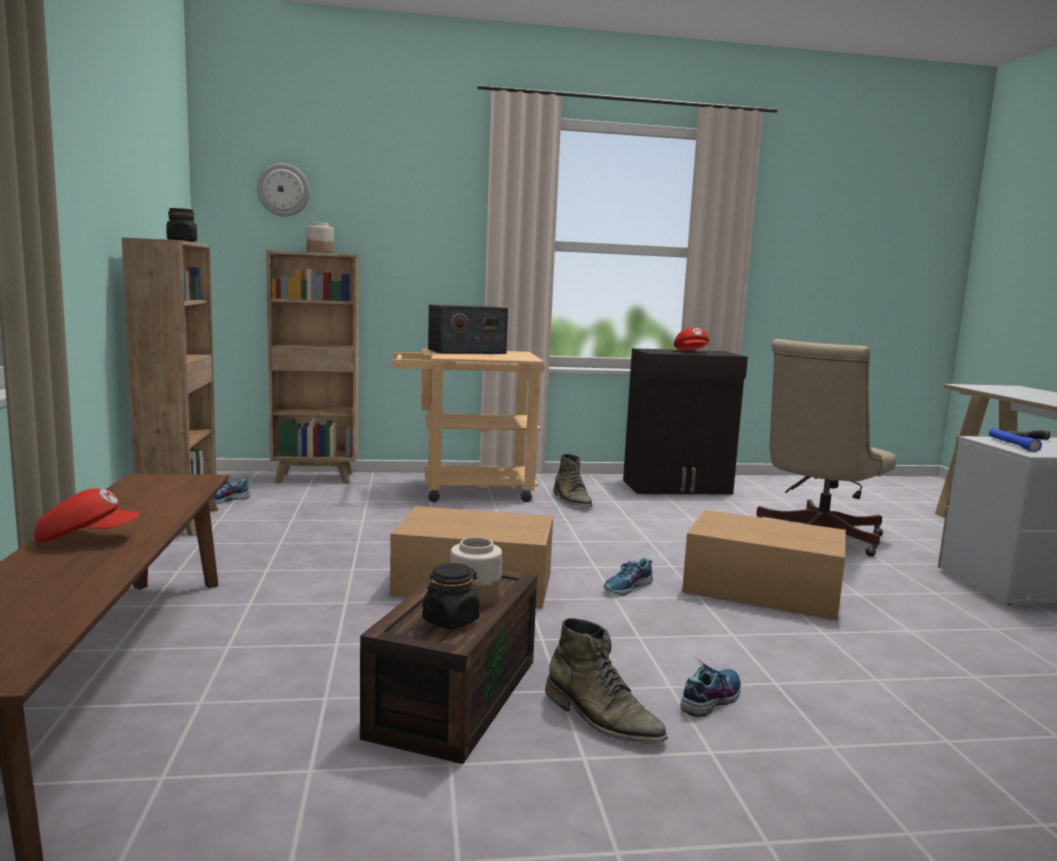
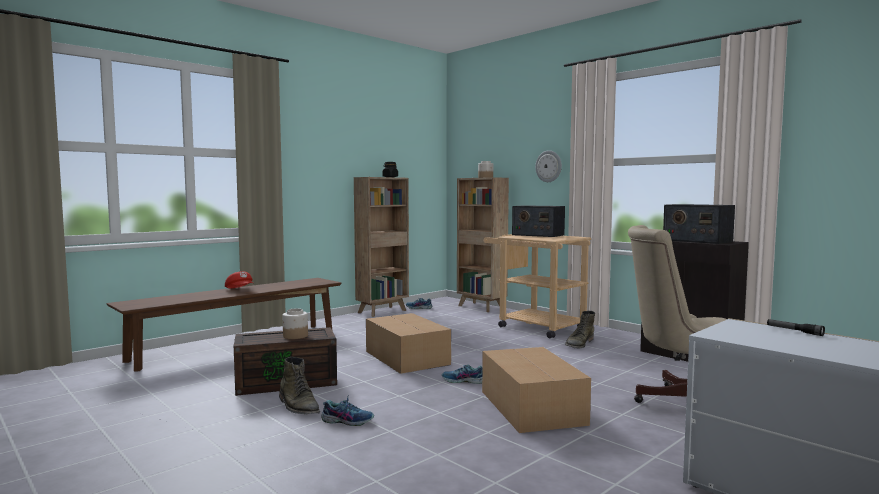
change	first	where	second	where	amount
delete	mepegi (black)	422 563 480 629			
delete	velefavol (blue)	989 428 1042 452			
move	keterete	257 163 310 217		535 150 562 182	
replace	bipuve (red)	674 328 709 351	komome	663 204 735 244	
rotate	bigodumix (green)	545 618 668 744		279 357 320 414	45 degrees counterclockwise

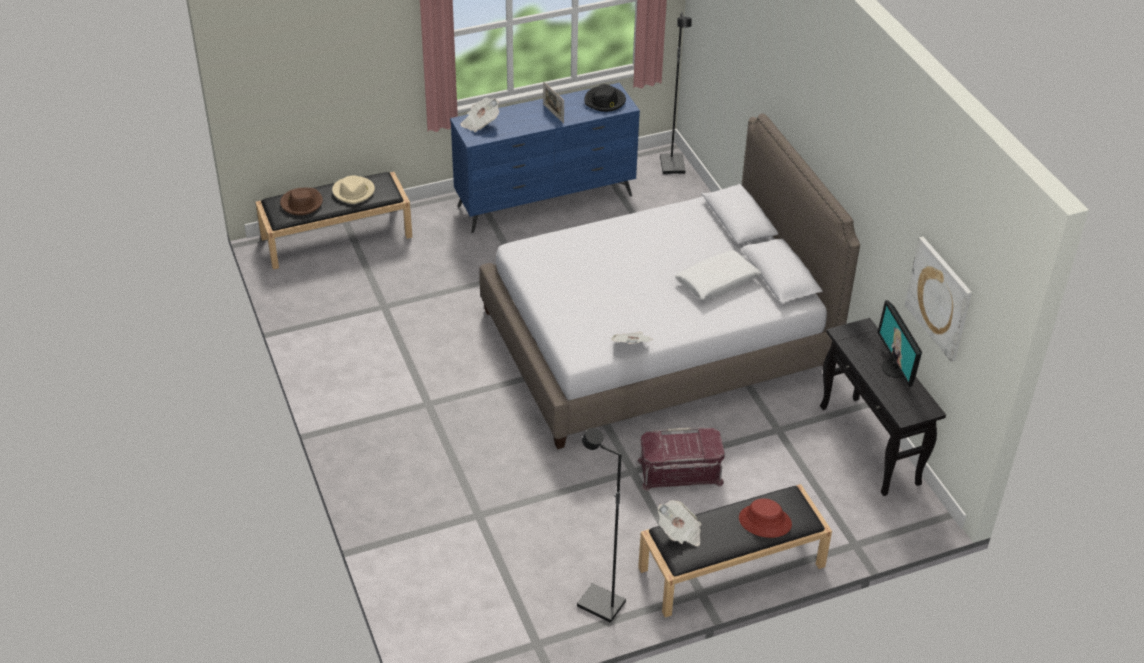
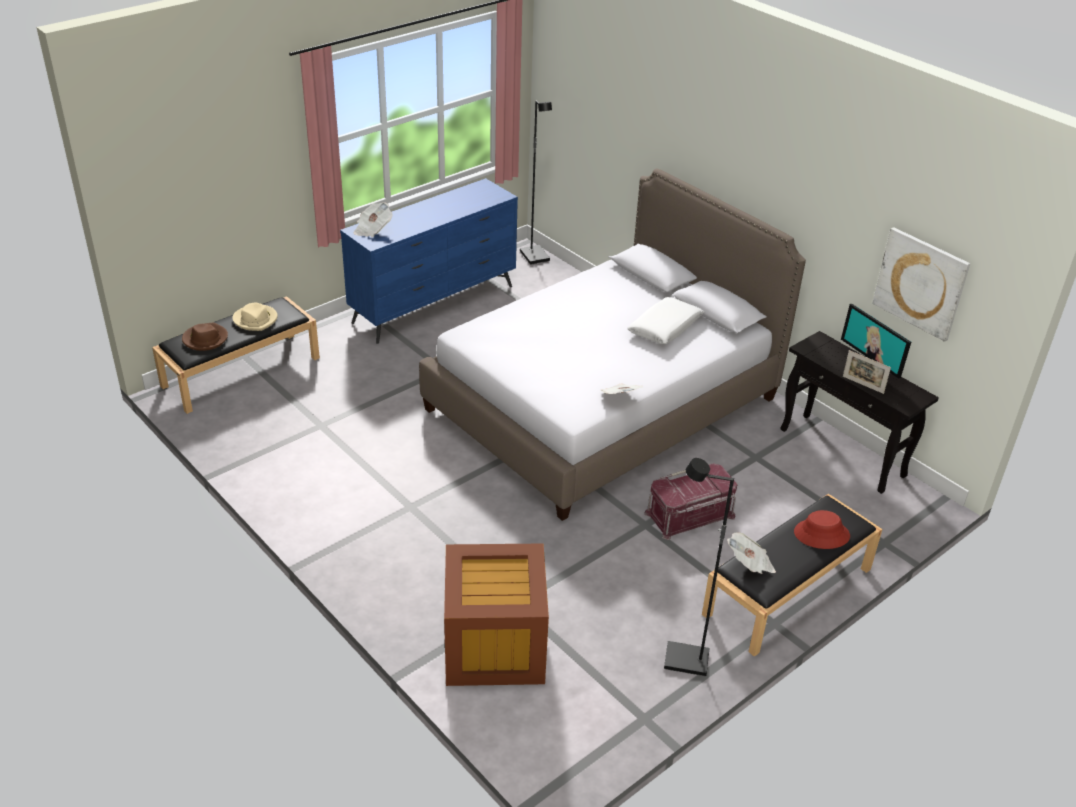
change	first	where	second	where	amount
delete	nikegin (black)	584 84 626 112			
insert			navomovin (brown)	444 543 549 686	
move	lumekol	543 82 564 124		843 350 891 394	

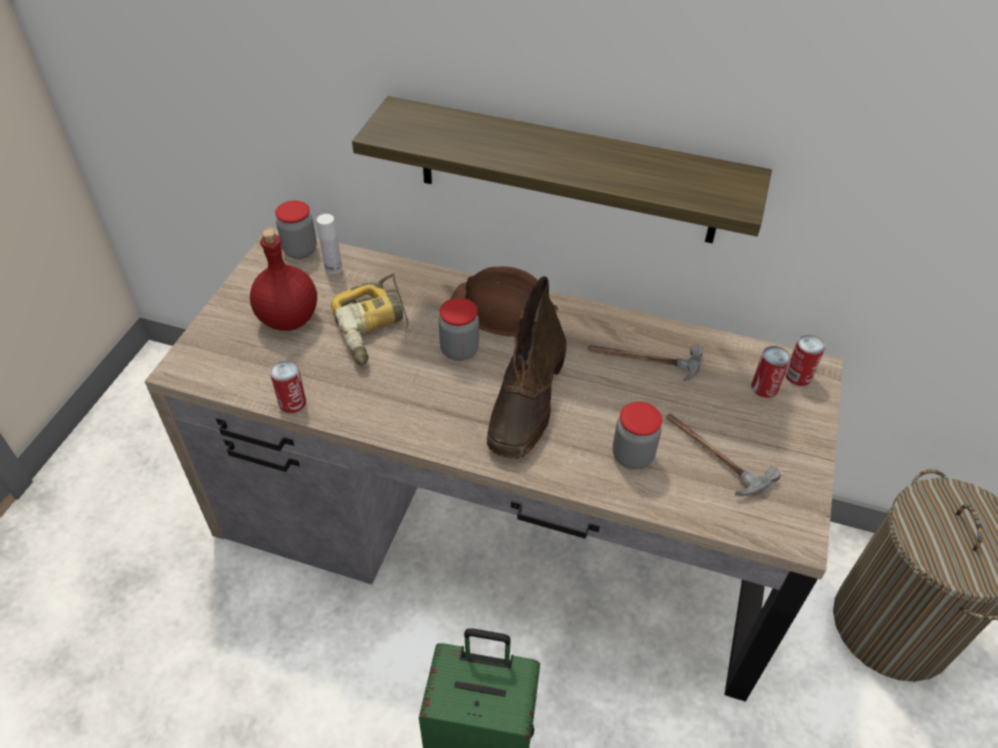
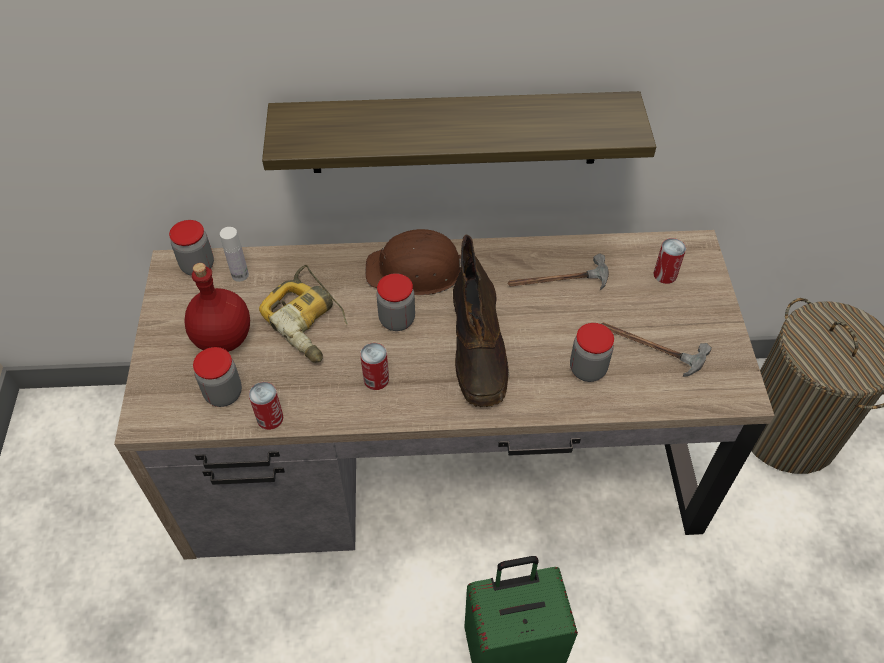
change	first	where	second	where	amount
insert			mepegi	193 347 242 407	
move	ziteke	785 335 825 386		360 343 389 390	

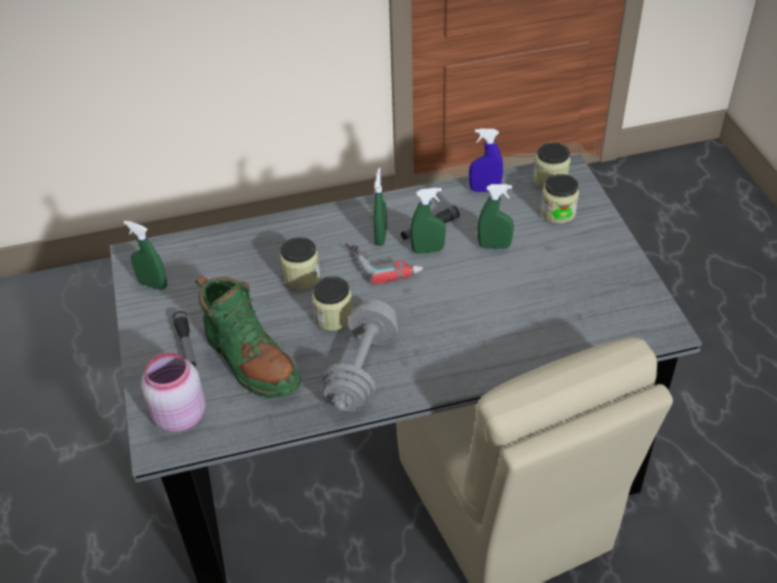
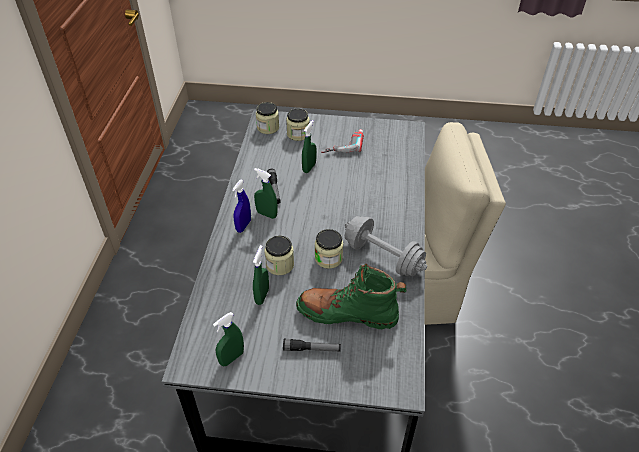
change	first	where	second	where	amount
delete	mepegi (pink)	141 353 206 432			
move	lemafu	346 243 423 285		321 129 364 153	
move	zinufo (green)	410 188 446 254		253 245 269 305	
move	zinufo (blue)	469 129 503 192		232 180 251 233	
rotate	bigodumix (green)	195 275 301 398		296 264 407 329	150 degrees counterclockwise

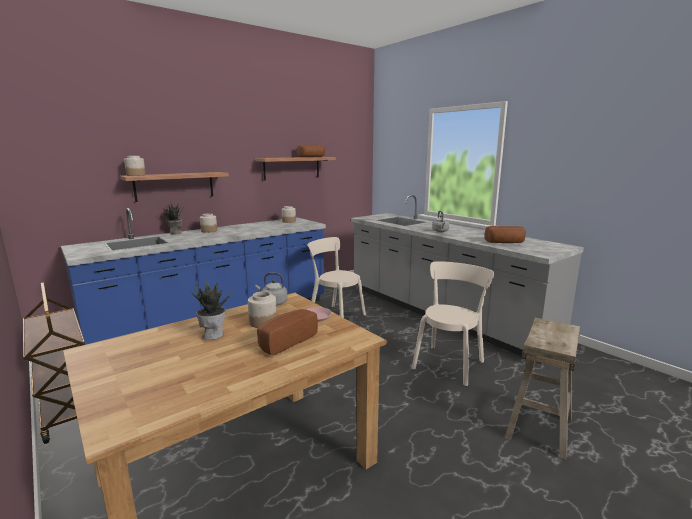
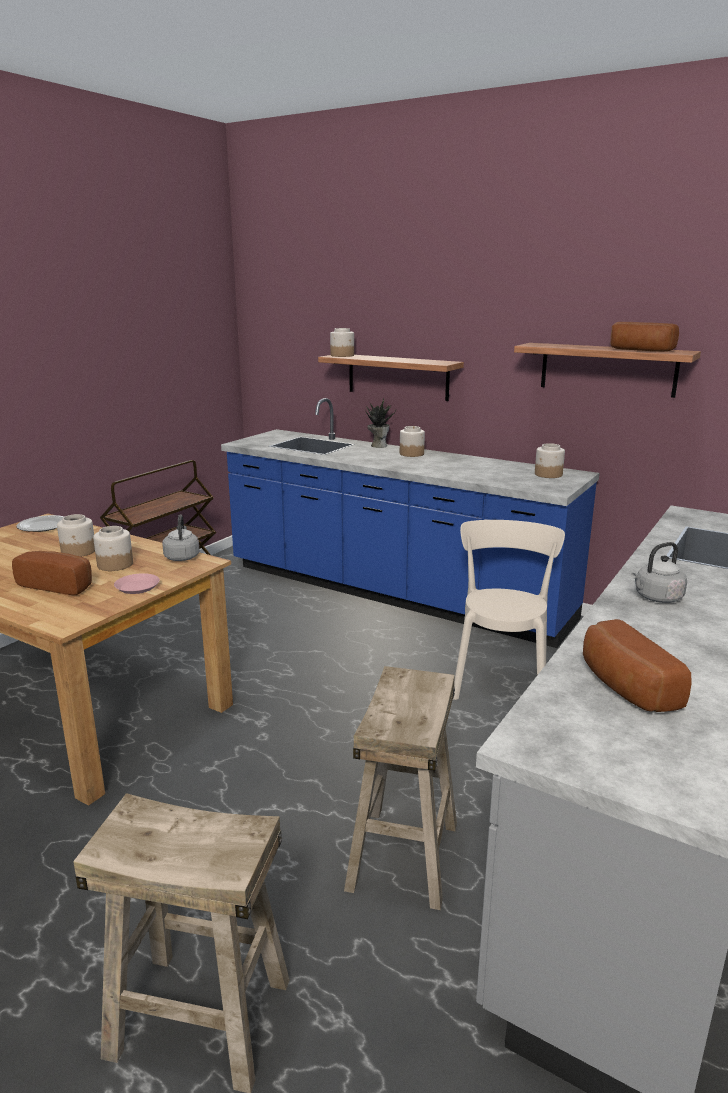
change	first	where	second	where	amount
insert			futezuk	16 515 64 532	
replace	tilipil	191 281 235 340	mepegi	57 514 95 557	
replace	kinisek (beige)	412 261 494 386	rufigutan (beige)	344 666 457 910	

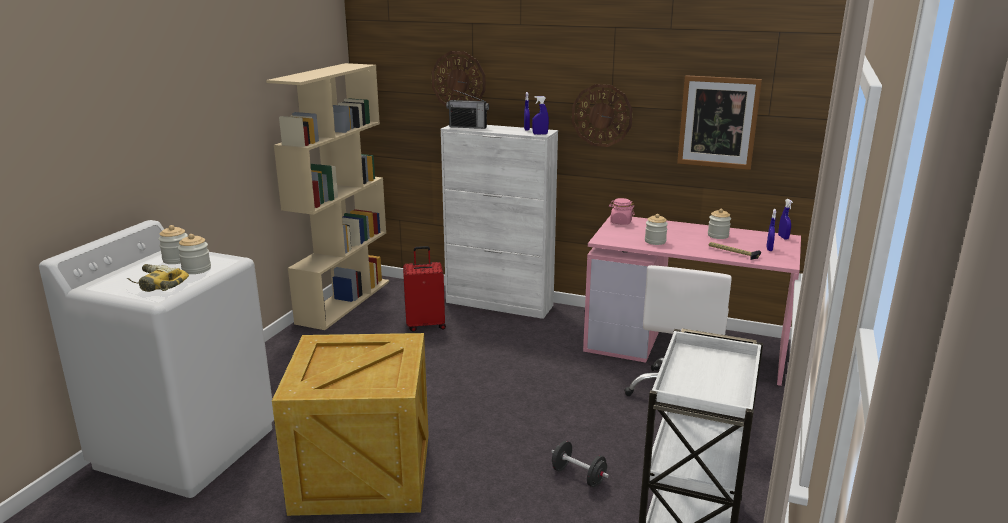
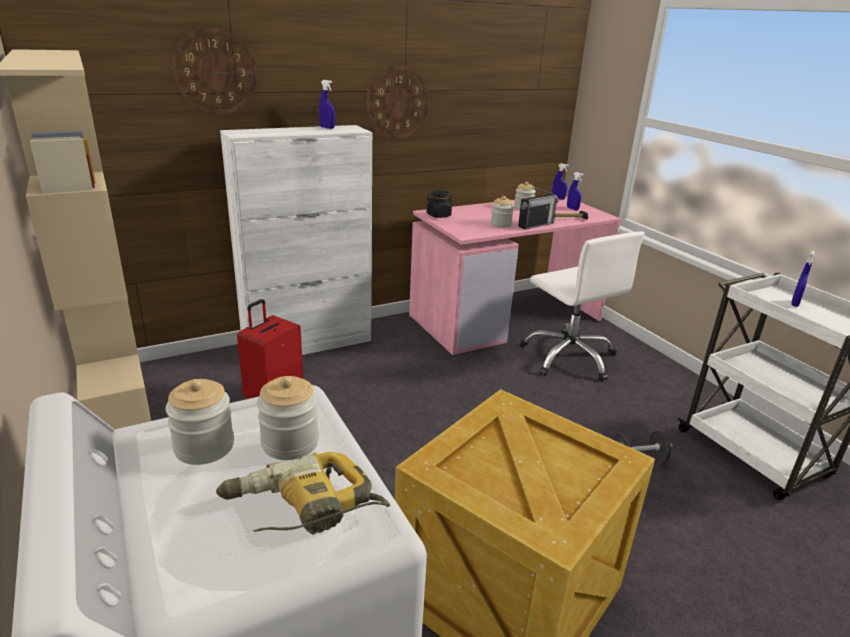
change	first	where	second	where	amount
delete	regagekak	677 75 762 170			
move	komome	446 89 489 129		518 187 559 230	
move	zinufo (blue)	532 96 549 135		791 251 815 307	
recolor	mepegi (pink)	609 198 634 225	mepegi (black)	427 190 452 218	

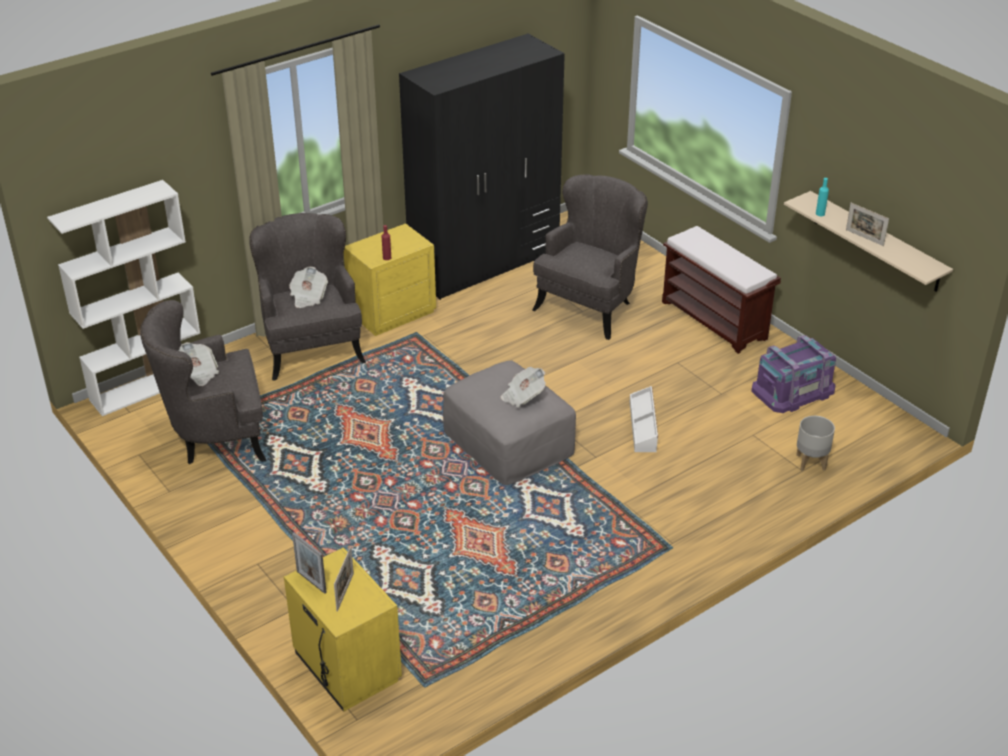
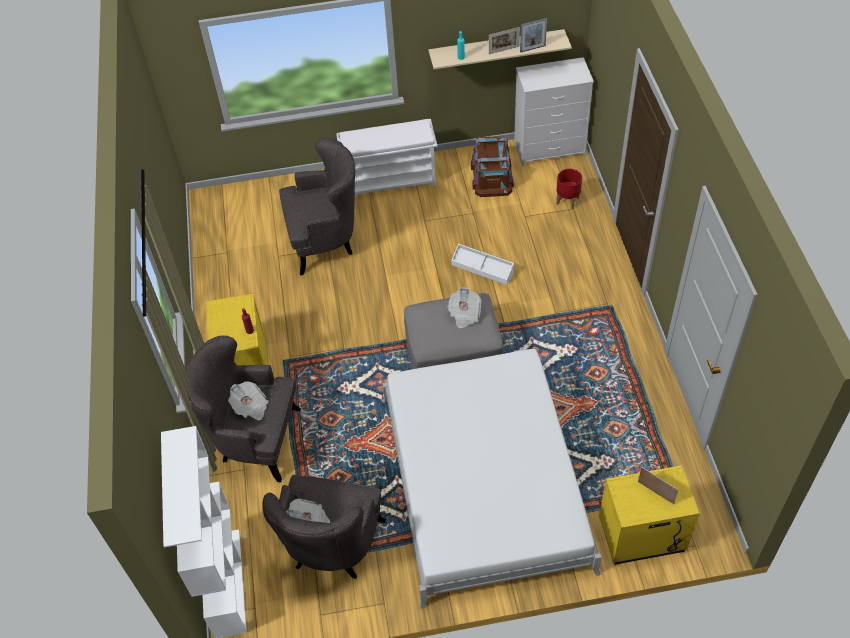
change	first	where	second	where	amount
delete	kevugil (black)	399 33 565 300			
insert			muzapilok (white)	382 349 602 608	
insert			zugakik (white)	514 57 594 166	
move	lumekol	292 532 327 594		520 18 547 52	
recolor	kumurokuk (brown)	662 226 781 354	kumurokuk (white)	336 119 438 197	
recolor	navomovin (purple)	751 335 836 413	navomovin (brown)	471 136 514 197	
recolor	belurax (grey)	796 416 835 471	belurax (red)	556 169 582 209	
rotate	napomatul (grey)	532 175 648 340		279 138 355 275	105 degrees clockwise

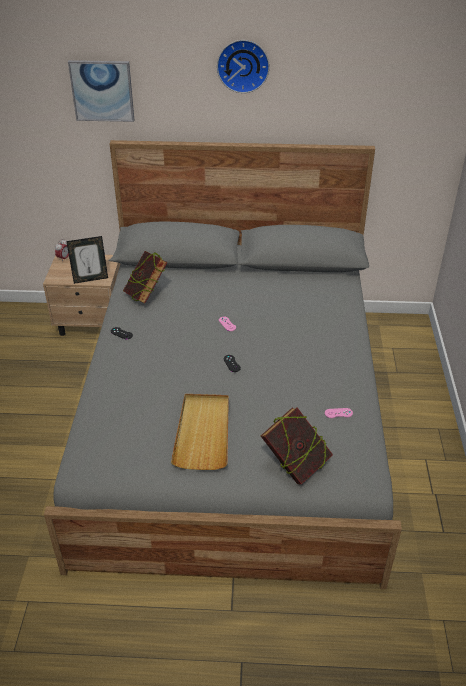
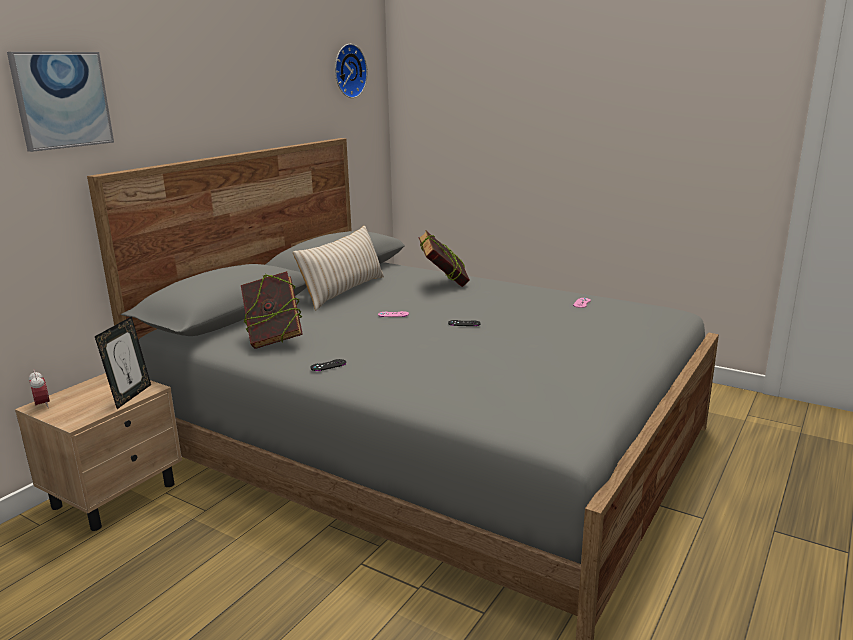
change	first	where	second	where	amount
delete	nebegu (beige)	171 394 229 470			
insert			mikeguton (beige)	293 226 384 311	
move	keterete	217 40 270 93		335 44 368 98	
move	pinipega	261 407 333 484		418 231 470 287	

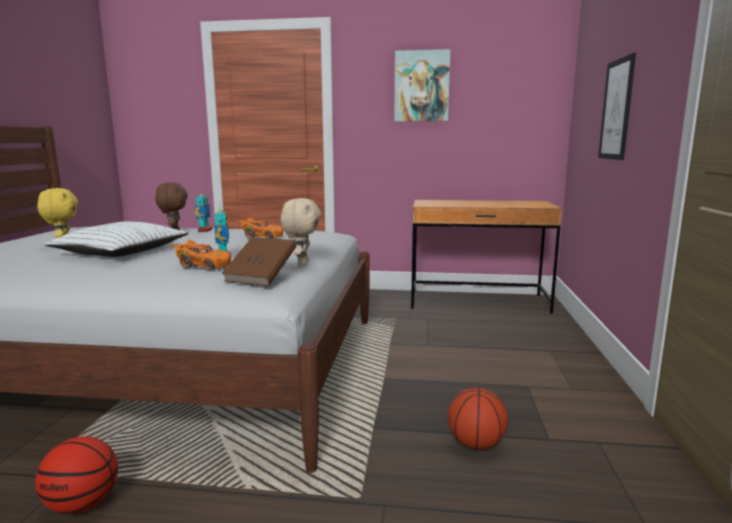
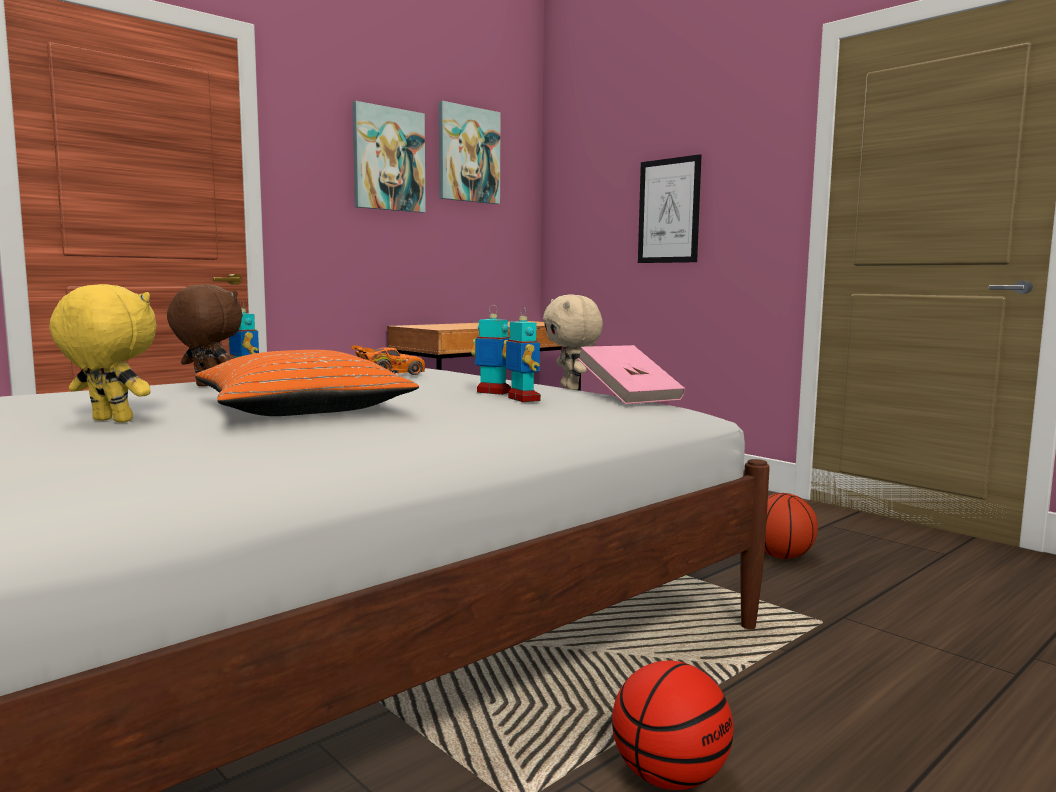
change	first	where	second	where	amount
insert			regagekak	439 101 501 204	
replace	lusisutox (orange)	172 240 231 270	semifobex	504 306 541 402	
recolor	mikeguton (white)	45 221 189 257	mikeguton (orange)	195 350 419 416	
recolor	pinipega (brown)	222 237 296 286	pinipega (pink)	577 345 685 404	
rotate	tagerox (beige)	280 198 321 265		543 294 603 390	150 degrees counterclockwise

